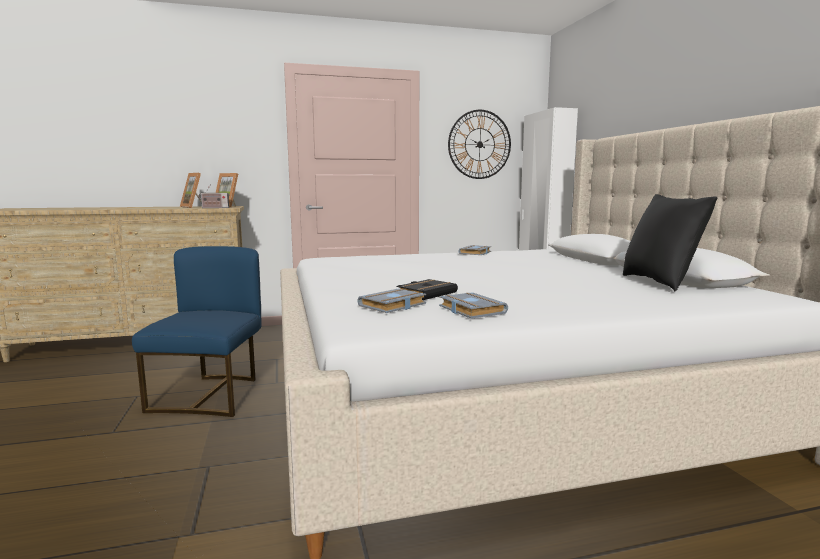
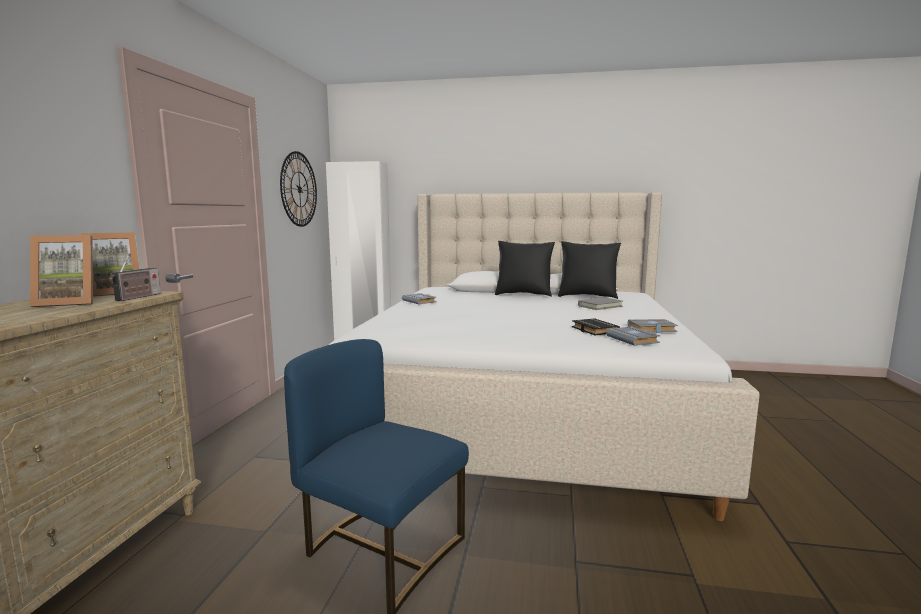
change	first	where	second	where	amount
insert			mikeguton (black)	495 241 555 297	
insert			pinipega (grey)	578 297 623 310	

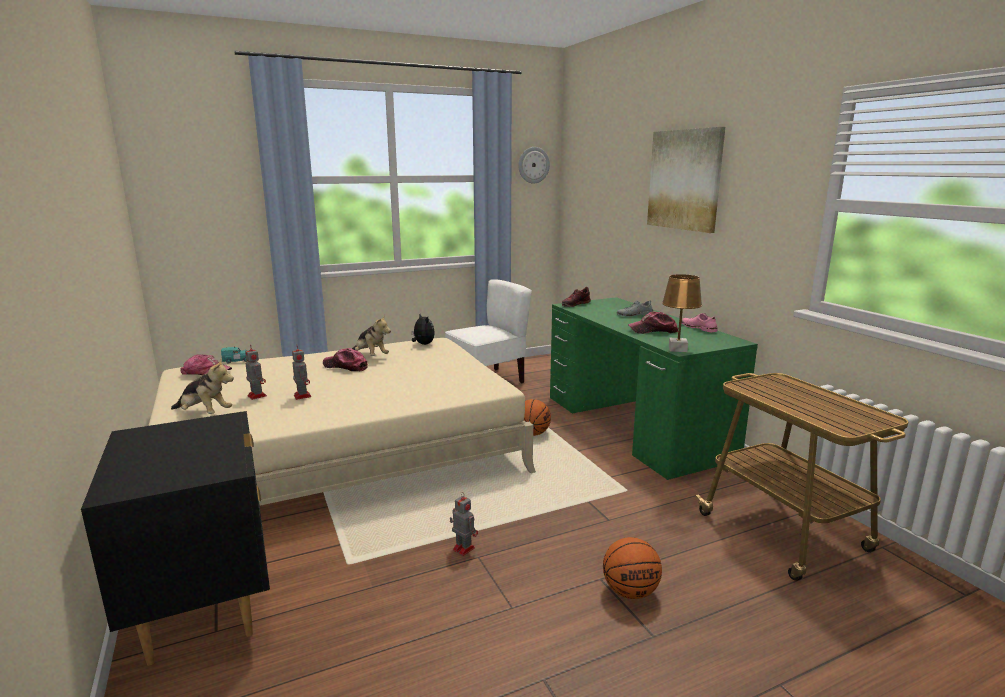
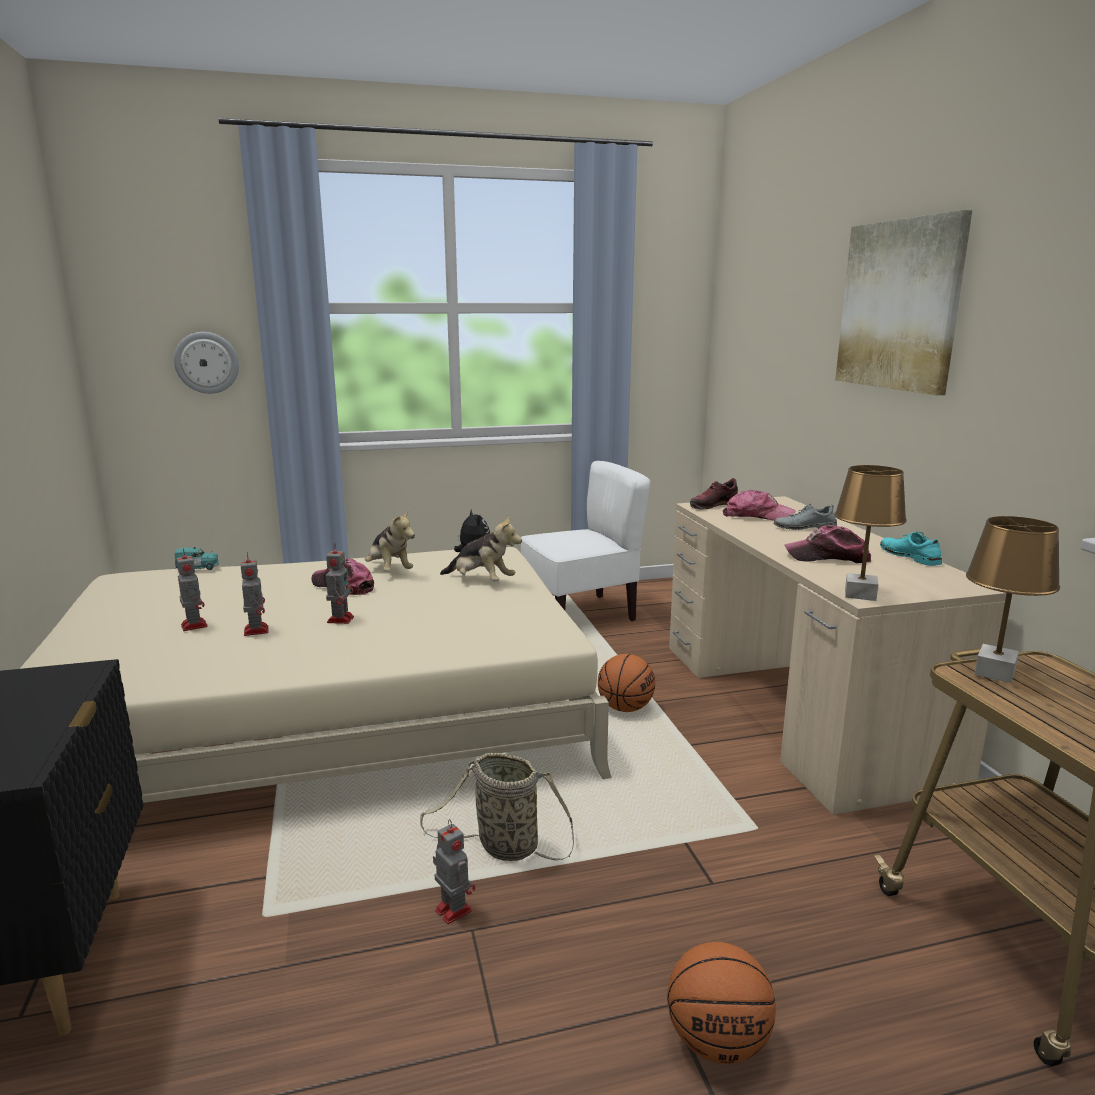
change	first	where	second	where	amount
insert			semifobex	326 543 354 624	
insert			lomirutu	420 753 574 861	
insert			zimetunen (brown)	966 516 1060 683	
move	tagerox	171 358 234 414		440 516 522 581	
move	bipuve	180 354 232 375		723 490 796 521	
move	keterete	518 147 550 183		174 332 239 394	
recolor	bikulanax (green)	550 297 758 480	bikulanax (beige)	669 496 1007 815	
recolor	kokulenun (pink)	682 313 718 332	kokulenun (turquoise)	880 532 942 566	

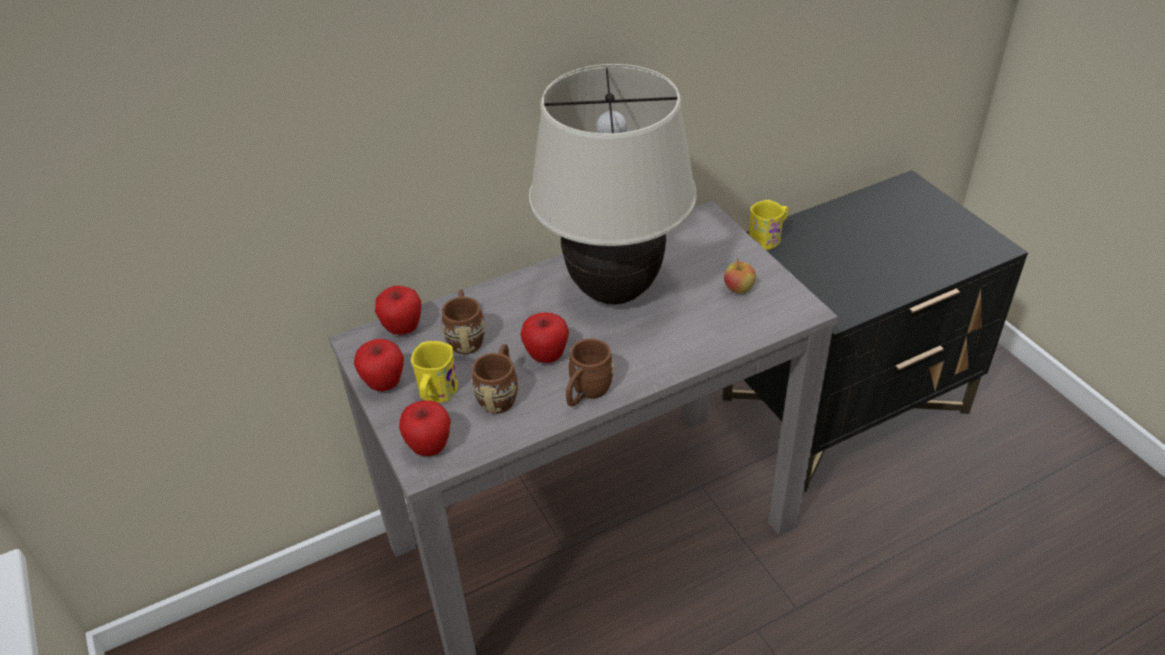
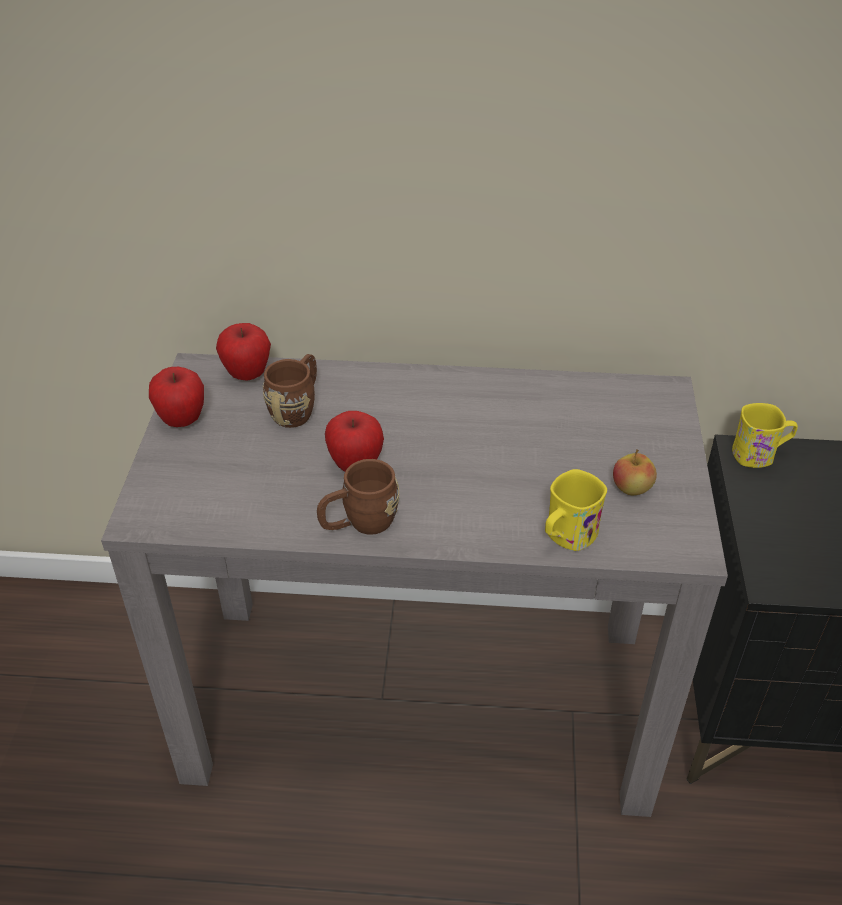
change	first	where	second	where	amount
delete	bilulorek	399 400 451 456			
delete	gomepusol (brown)	471 344 518 414			
delete	zimetunen (beige)	529 64 697 305			
move	gomepusol (yellow)	411 341 458 403		545 469 607 551	

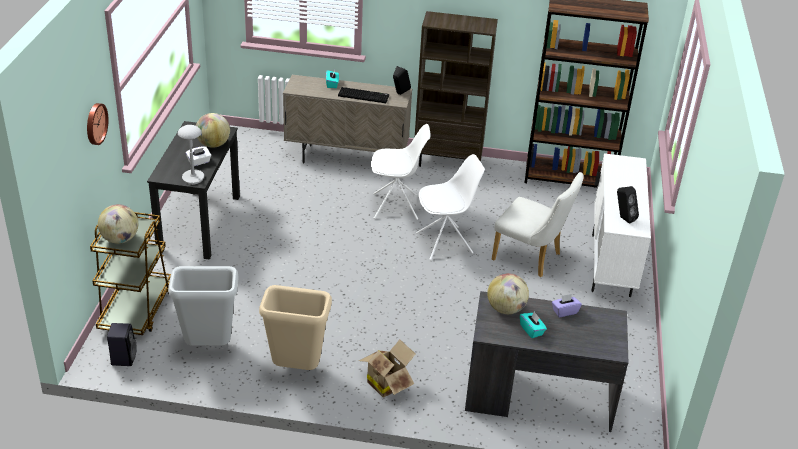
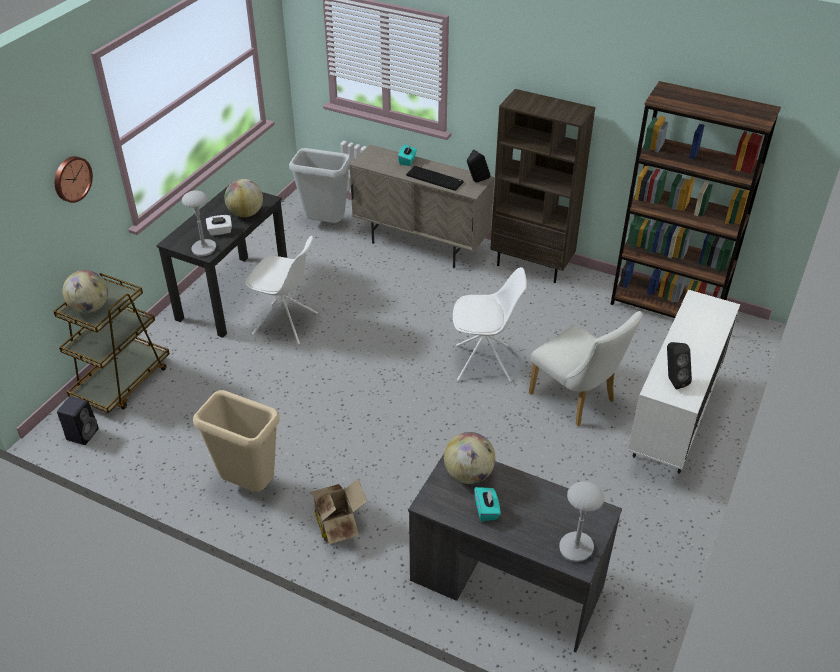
change	first	where	second	where	amount
delete	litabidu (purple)	552 294 582 317			
insert			zimetunen (grey)	559 481 604 562	
move	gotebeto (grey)	168 266 239 346		289 148 351 223	
move	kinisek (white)	371 124 430 220		245 236 318 345	

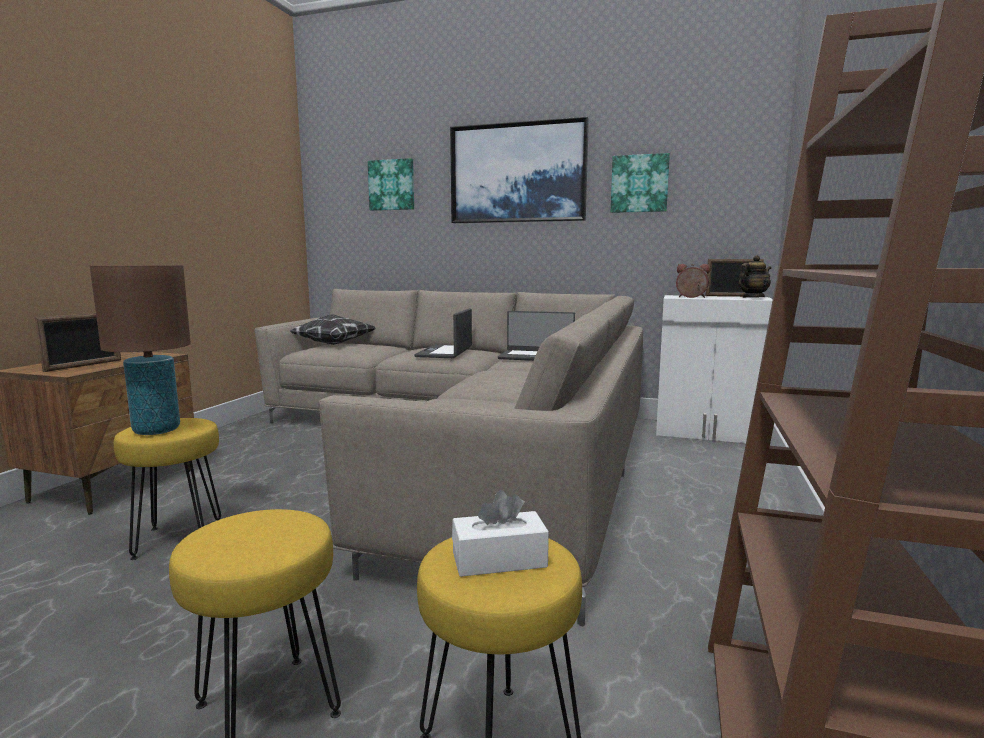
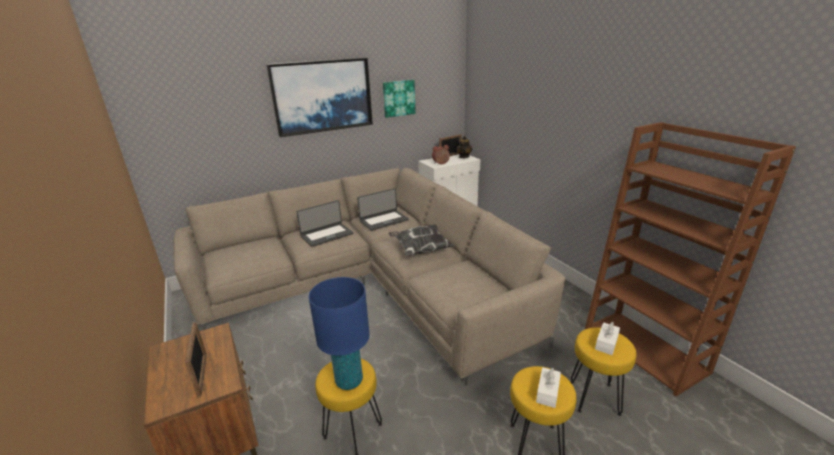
change	first	where	second	where	amount
delete	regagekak	368 158 414 211			
insert			litabidu (white)	536 367 561 408	
move	mikeguton	290 314 375 345		388 225 455 255	
recolor	zimetunen (brown)	90 265 191 435	zimetunen (blue)	309 277 370 390	
rotate	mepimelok	414 308 472 358		296 200 353 247	90 degrees counterclockwise

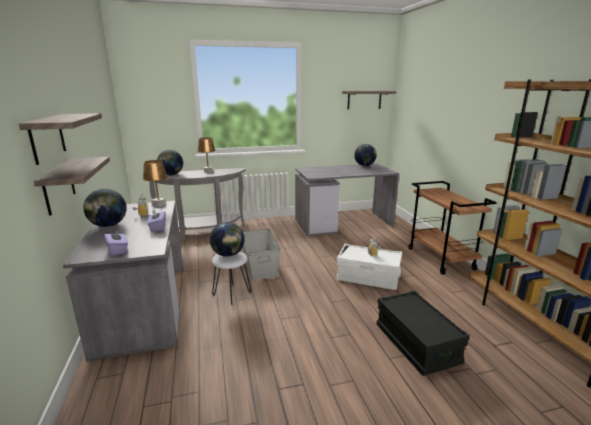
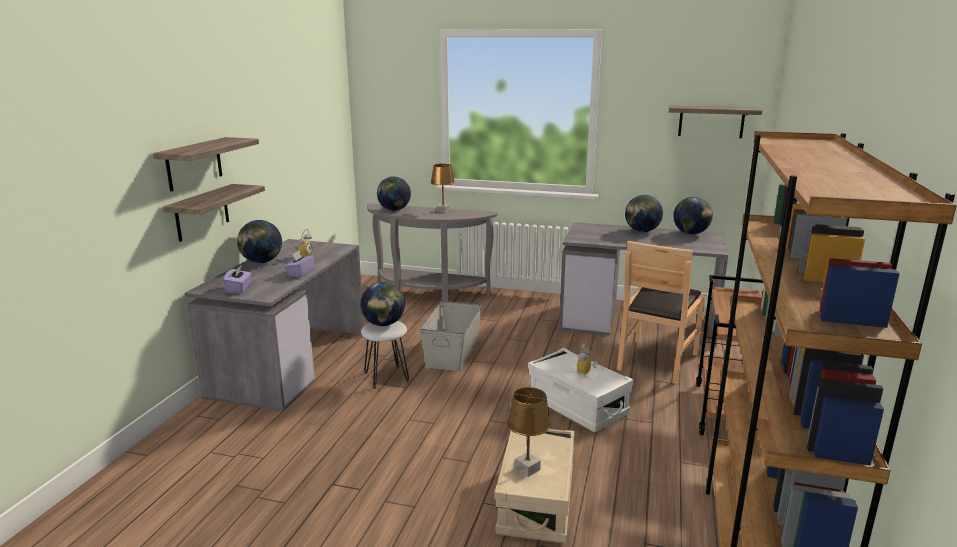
change	first	where	second	where	amount
insert			kinisek (brown)	617 241 706 384	
insert			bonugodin	625 195 663 232	
move	zimetunen (brown)	143 160 167 207		507 387 551 477	
recolor	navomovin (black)	377 291 470 376	navomovin (beige)	494 429 575 543	

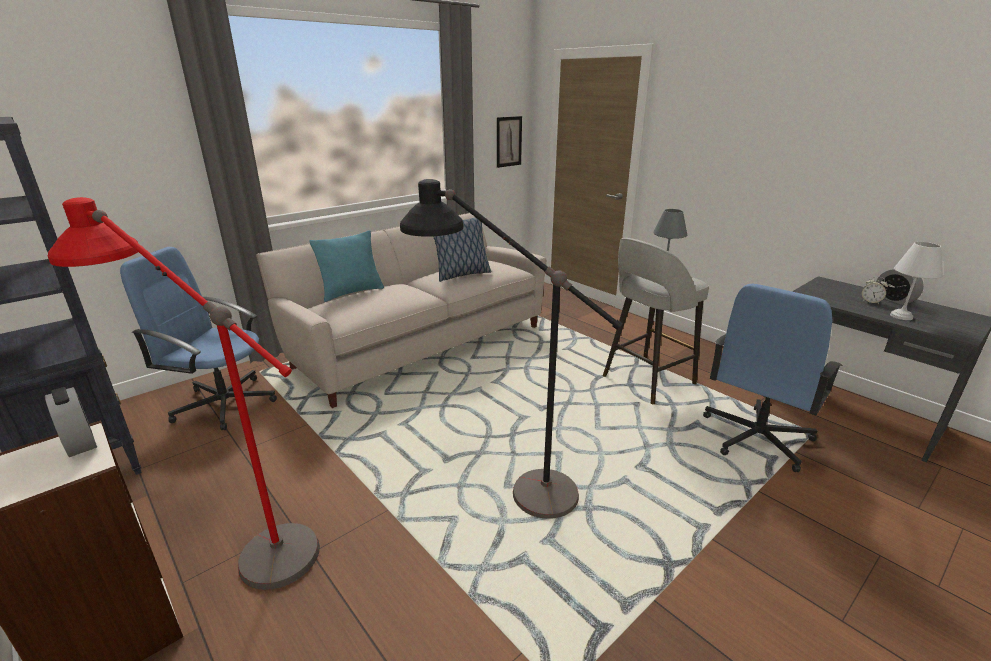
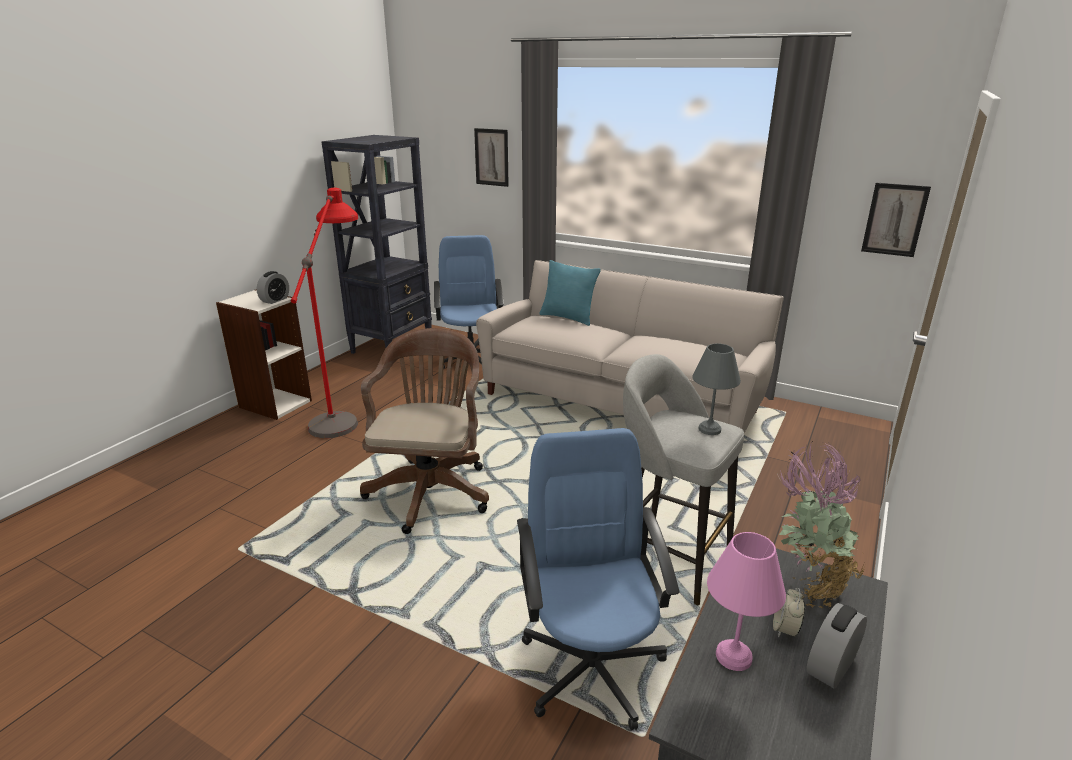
change	first	where	second	where	amount
delete	mikeguton	433 217 491 282			
insert			regagekak	474 128 509 187	
insert			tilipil	776 442 866 609	
replace	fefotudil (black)	400 179 623 519	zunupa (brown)	360 328 489 534	
recolor	zimetunen (white)	890 242 943 320	zimetunen (pink)	707 532 786 671	
rotate	zunupa (blue)	703 284 843 472		517 428 679 731	60 degrees clockwise

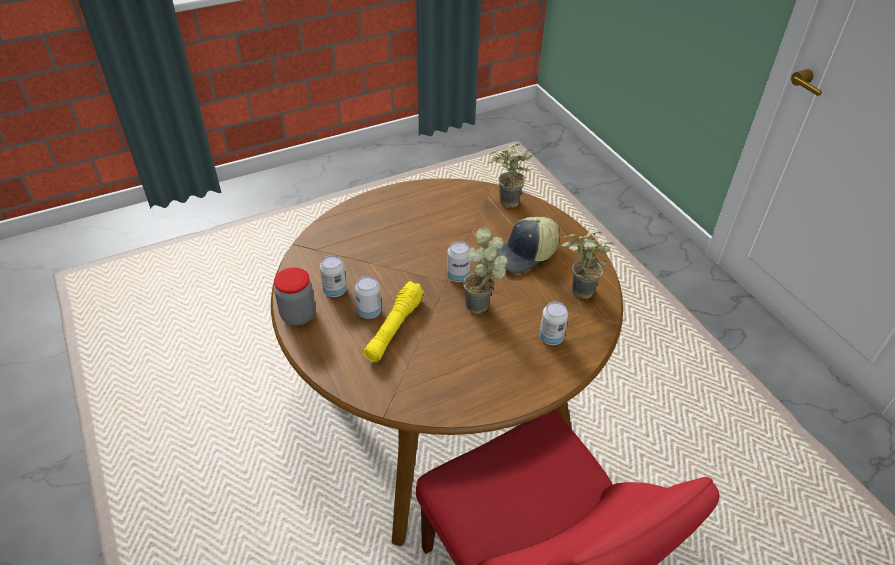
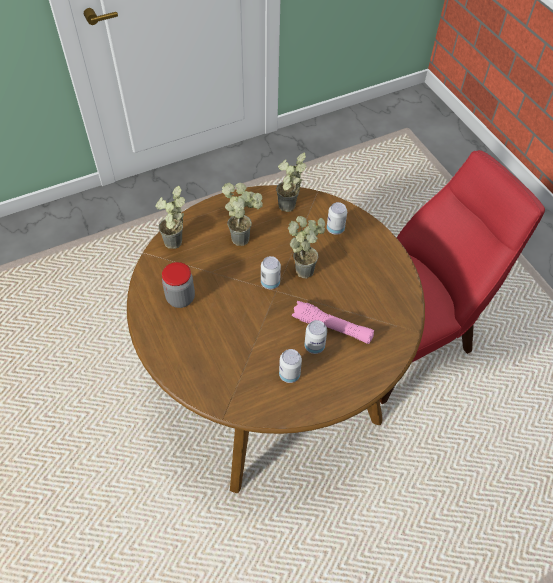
change	first	where	second	where	amount
move	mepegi	274 268 316 325		162 262 195 308	
replace	bipuve	495 217 559 274	tilipil	222 183 263 246	
recolor	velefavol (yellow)	363 281 424 362	velefavol (pink)	292 301 374 344	

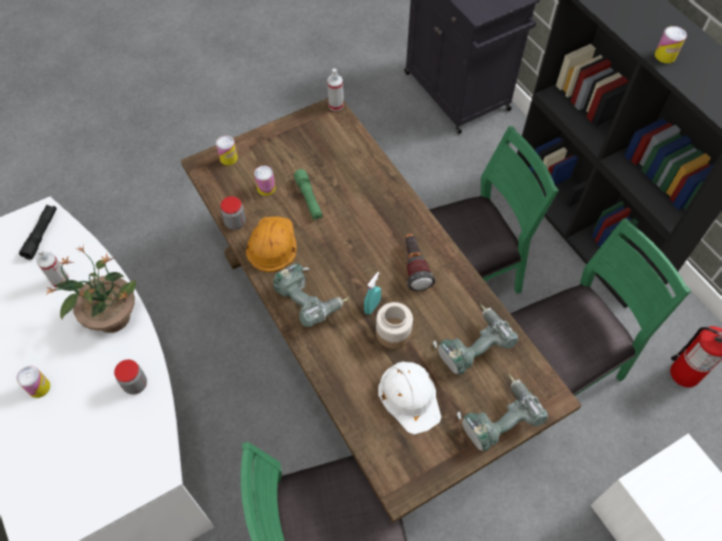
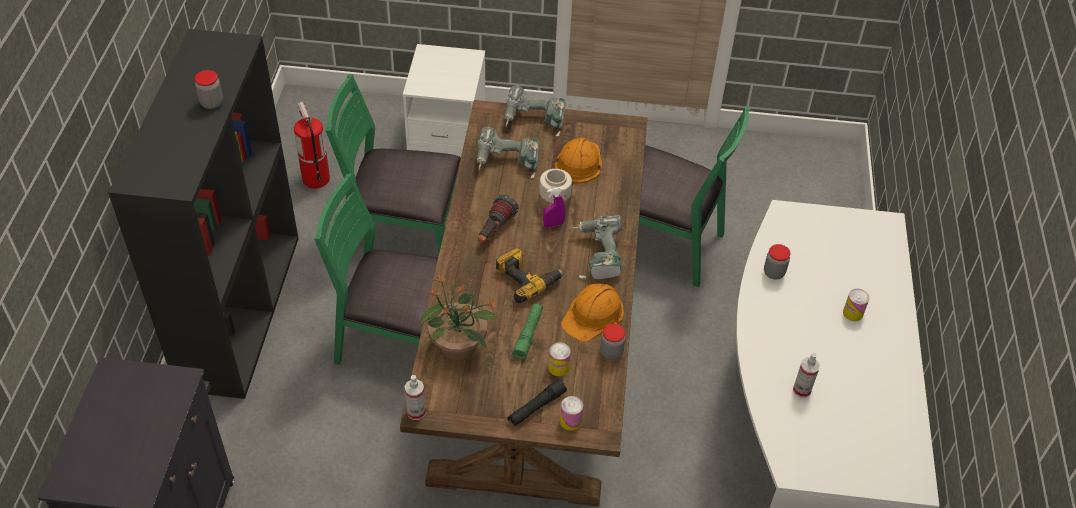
change	first	where	second	where	amount
insert			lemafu	496 248 563 303	
move	velefavol (black)	19 205 57 260		507 379 567 427	
move	tilipil	46 245 136 333		421 273 498 360	
replace	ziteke	655 26 687 63	mepegi	195 70 223 109	
recolor	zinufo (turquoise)	364 272 381 315	zinufo (purple)	543 187 566 228	
recolor	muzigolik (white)	378 361 441 435	muzigolik (orange)	554 137 602 184	

